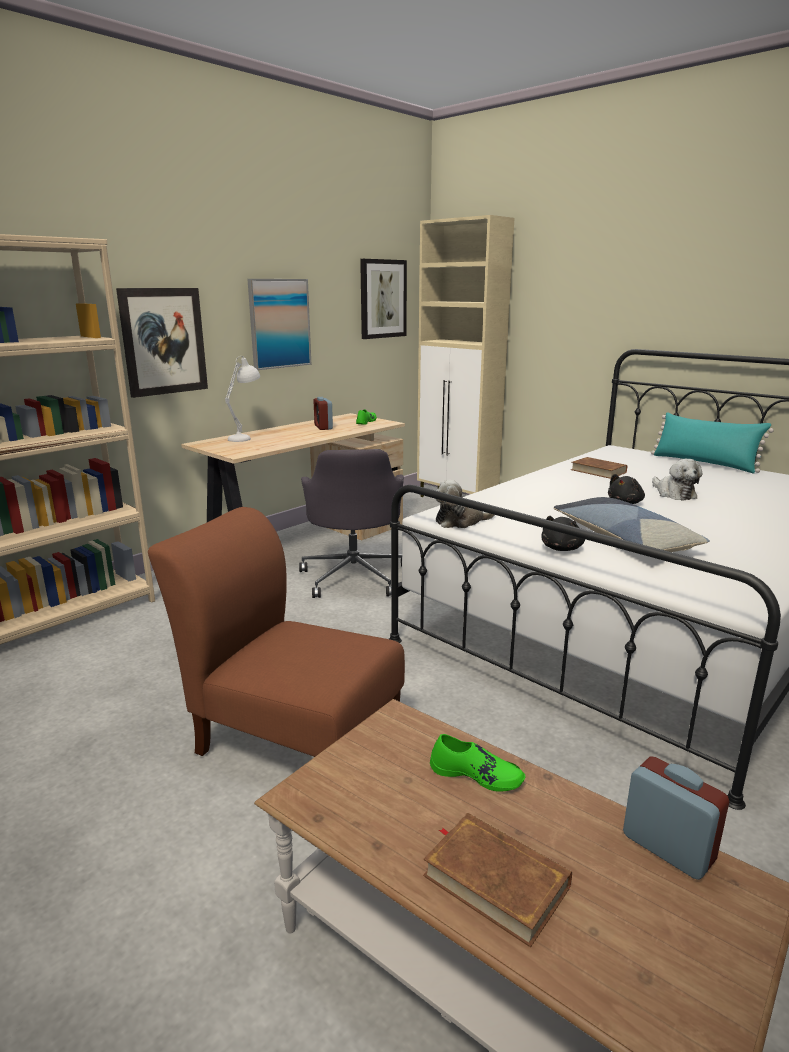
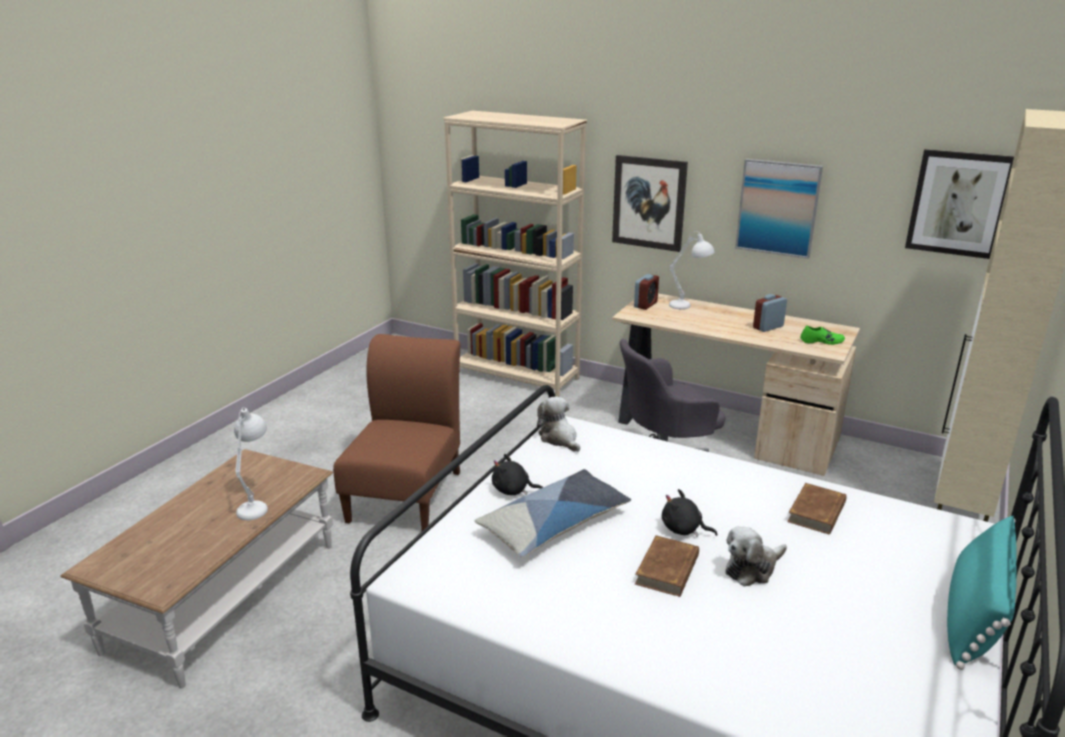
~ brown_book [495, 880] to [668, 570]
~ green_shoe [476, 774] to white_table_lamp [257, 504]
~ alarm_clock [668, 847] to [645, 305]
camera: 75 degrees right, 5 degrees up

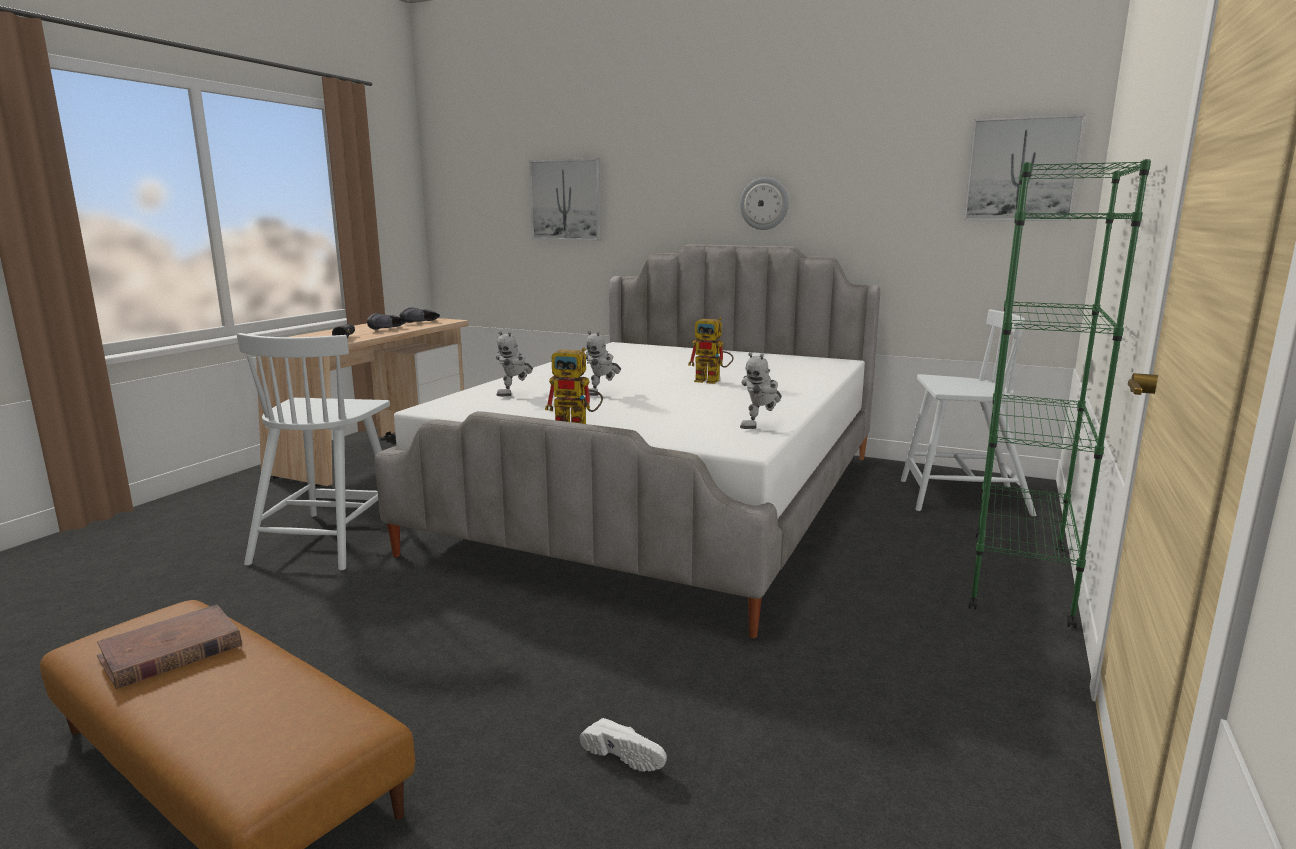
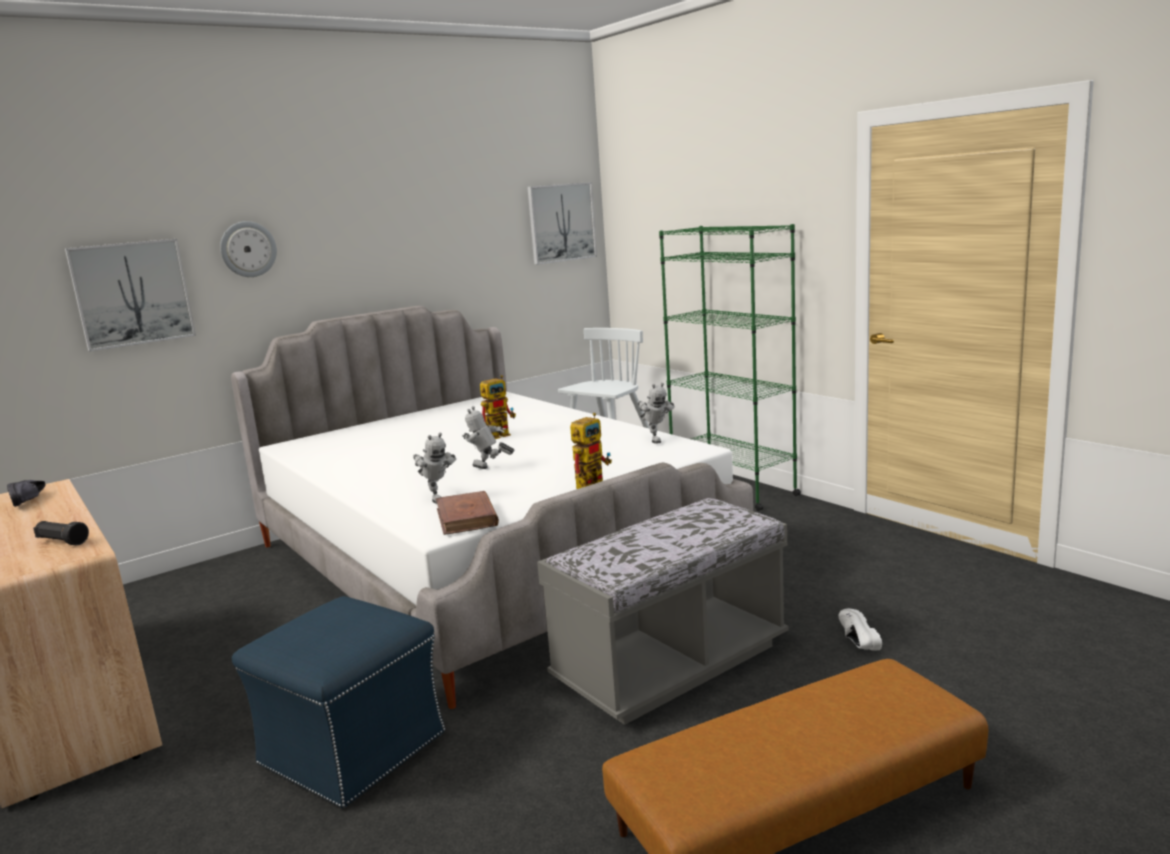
~ brown_book [170, 652] to [466, 517]
~ white_chair [329, 539] to blue_ottoman [351, 750]
- black_shoe [388, 329]
~ white_shoe [626, 754] = [854, 640] 75 degrees counterclockwise
~ toy_robot [602, 394] = [489, 469] 135 degrees clockwise
~ wall_clock [764, 203] to [248, 249]
+ grey_bench [671, 664]
camera: 60 degrees left, 0 degrees up

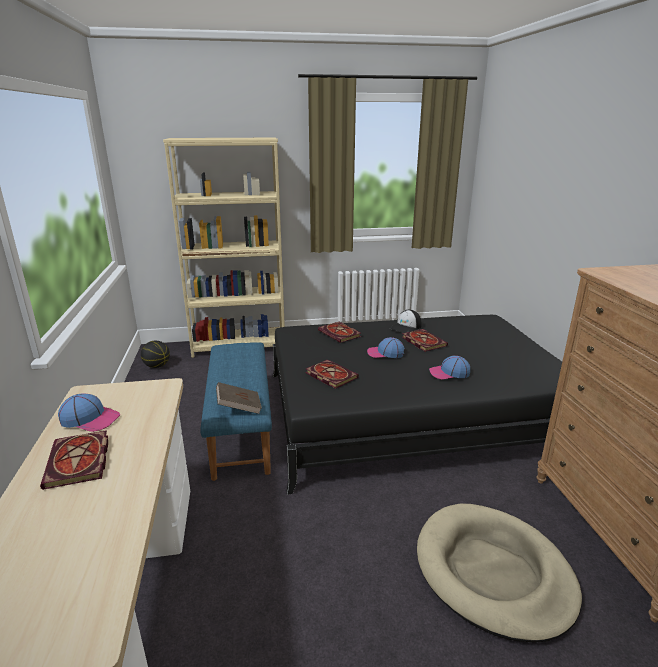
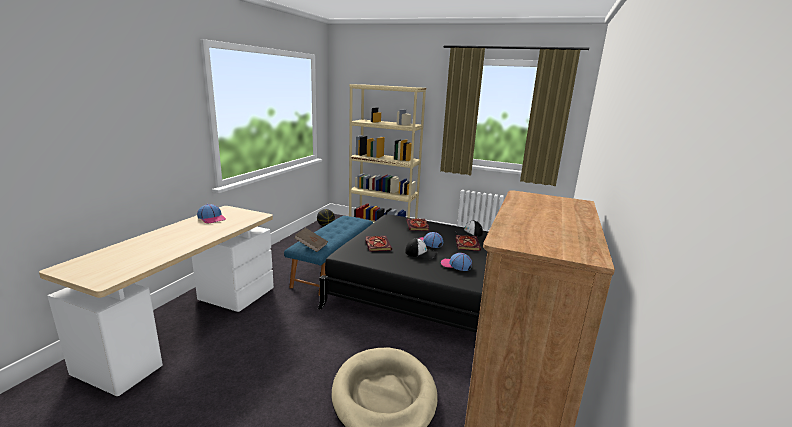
- book [79, 462]
+ cap [421, 253]
camera: 30 degrees right, 5 degrees down

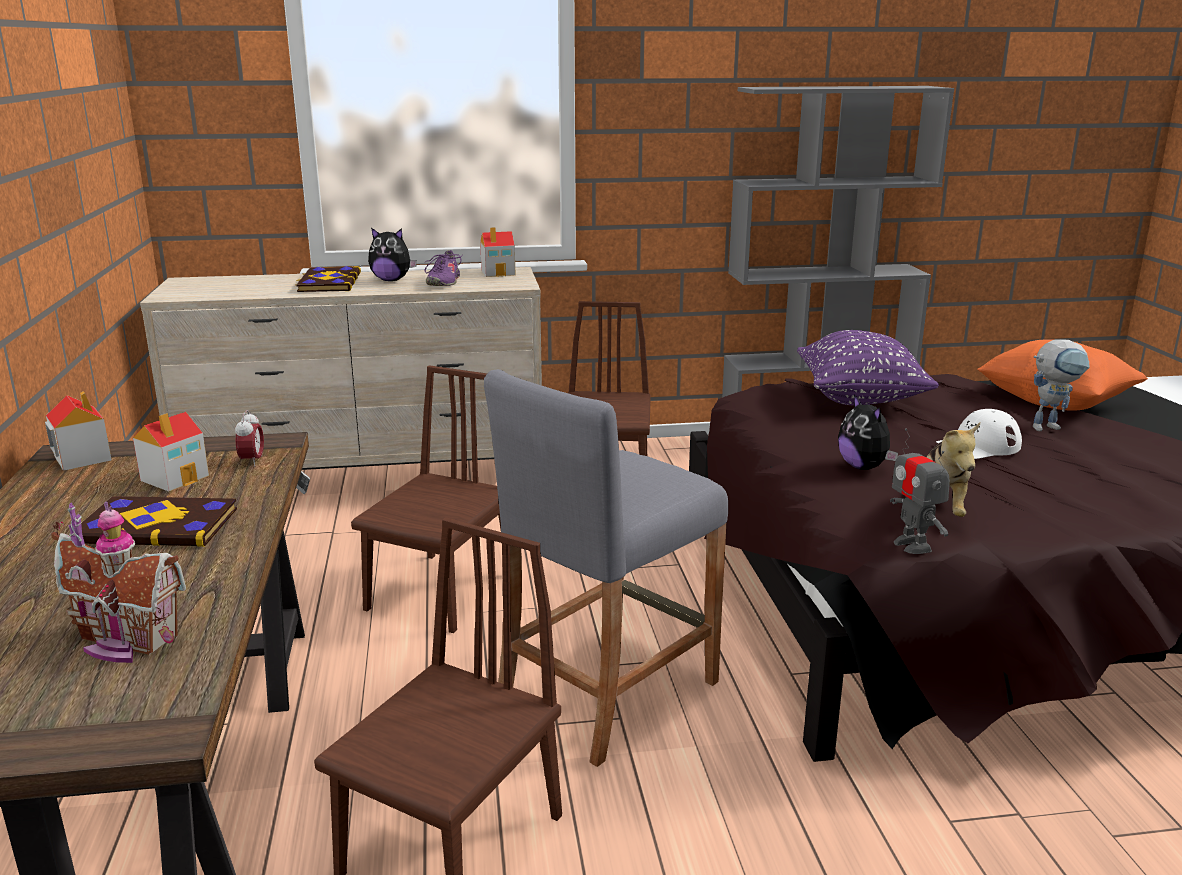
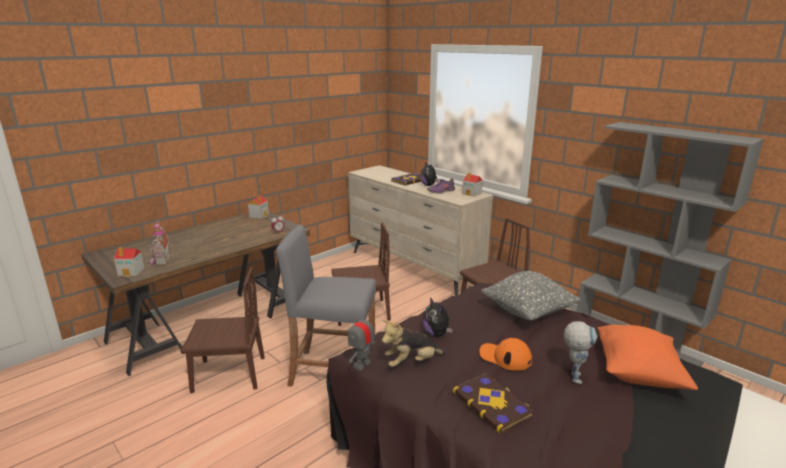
~ book [158, 525] to [492, 403]
~ toy_house [175, 477] to [131, 271]
~ purple_pillow [860, 399] to grey_pillow [528, 312]
~ plush_toy [864, 467] = [437, 334] 60 degrees counterclockwise
~ white_cap [978, 446] to orange_cap [505, 357]
~ toy_robot [1050, 426] = [574, 375] 120 degrees counterclockwise
camera: 55 degrees right, 0 degrees up

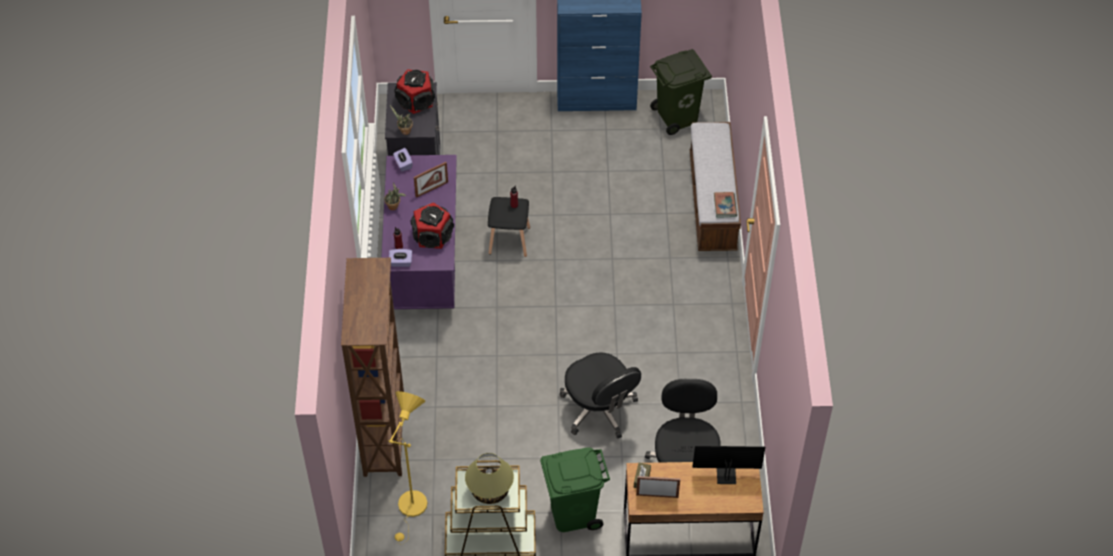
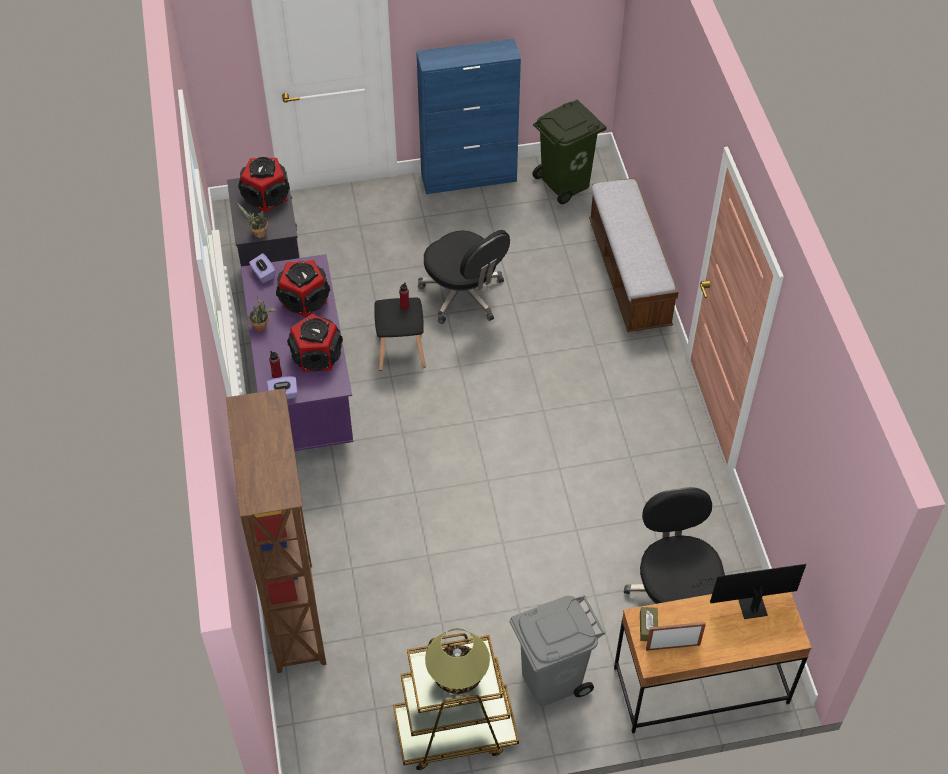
- yellow_floor_lamp [411, 509]
~ picture_frame [431, 189] to speaker [304, 299]
~ green_trash_can [573, 512] to grey_trash_can [551, 678]
~ black_office_chair [599, 409] to [464, 295]
- book [725, 206]
camera: 10 degrees left, 0 degrees up

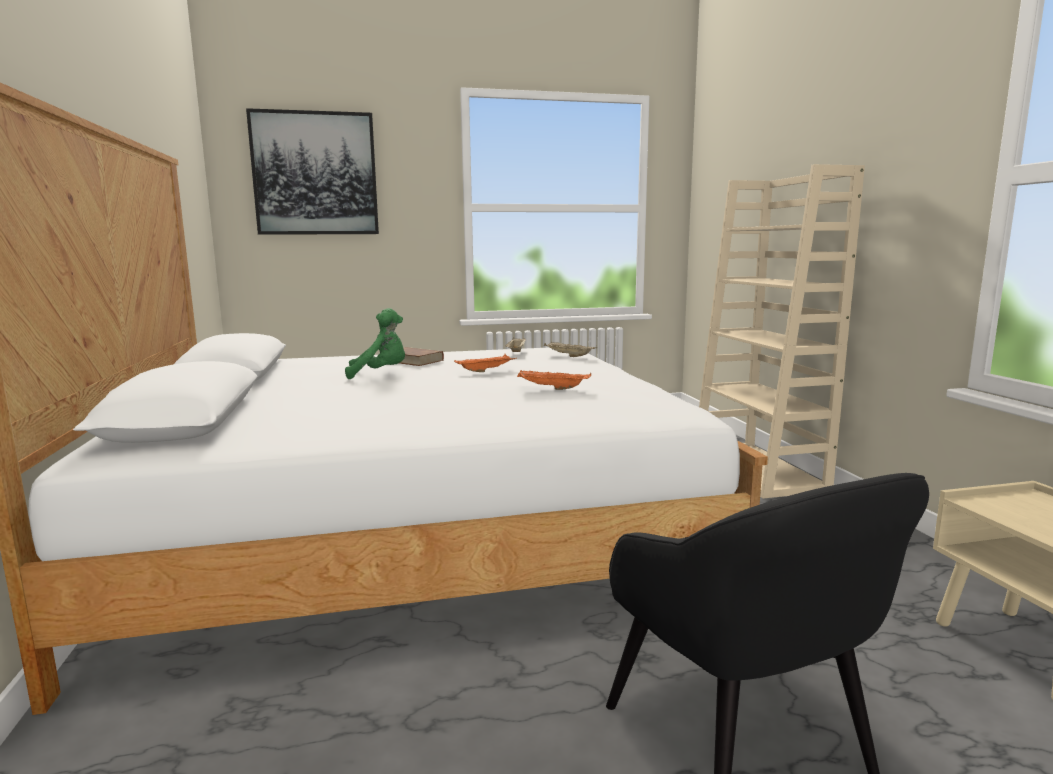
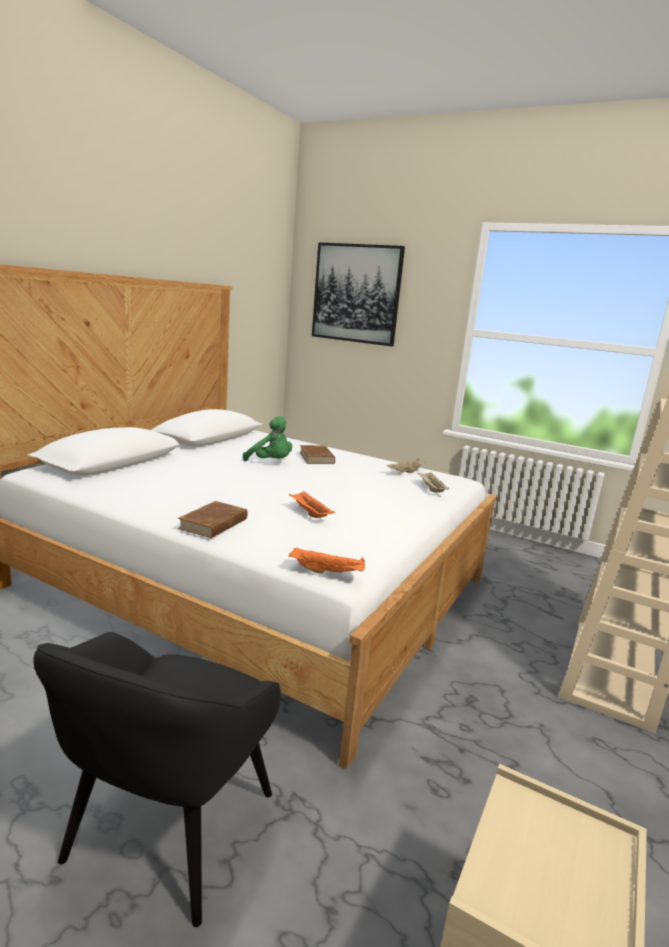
~ orange_tray [486, 371] to [327, 572]
+ brown_book [214, 524]
camera: 40 degrees right, 5 degrees up

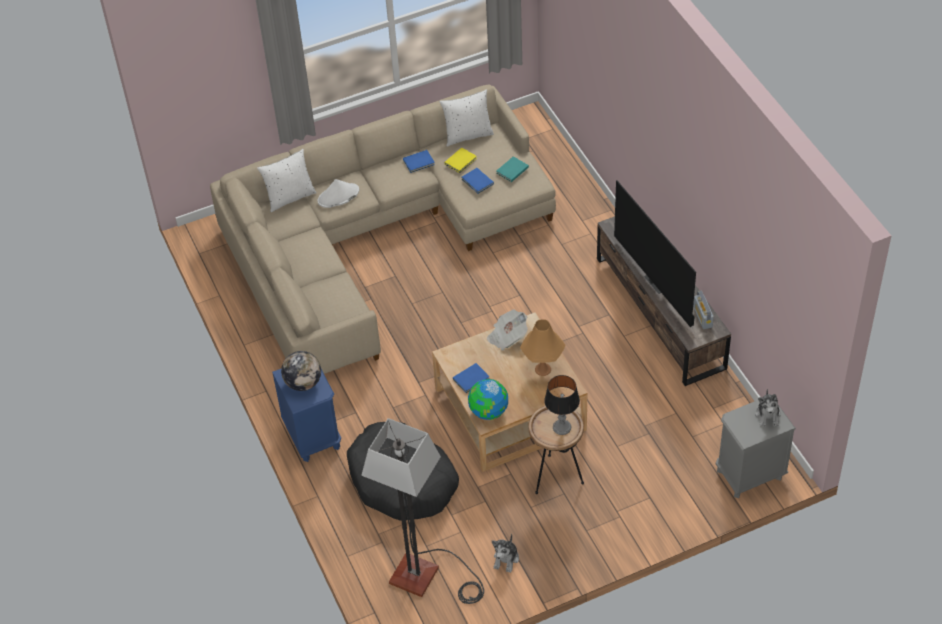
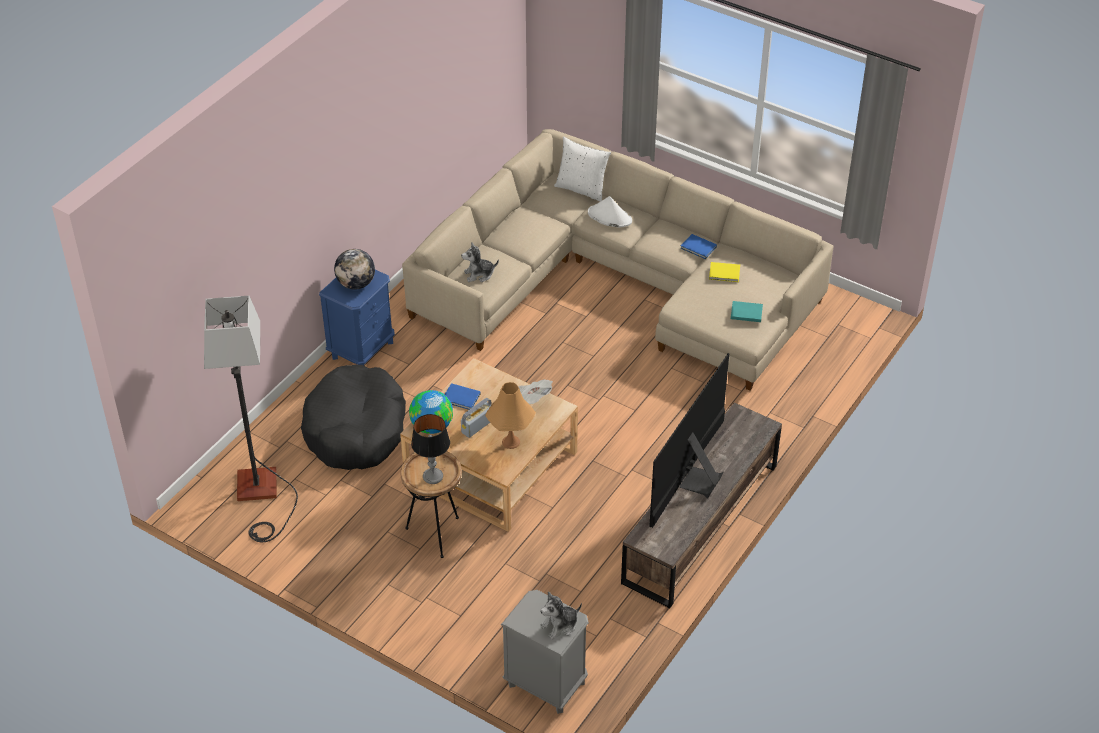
- white_pillow [467, 135]
- blue_book [477, 182]
~ plush_toy [506, 559] to [479, 274]
~ radio [702, 317] to [477, 426]
camera: 55 degrees right, 5 degrees down

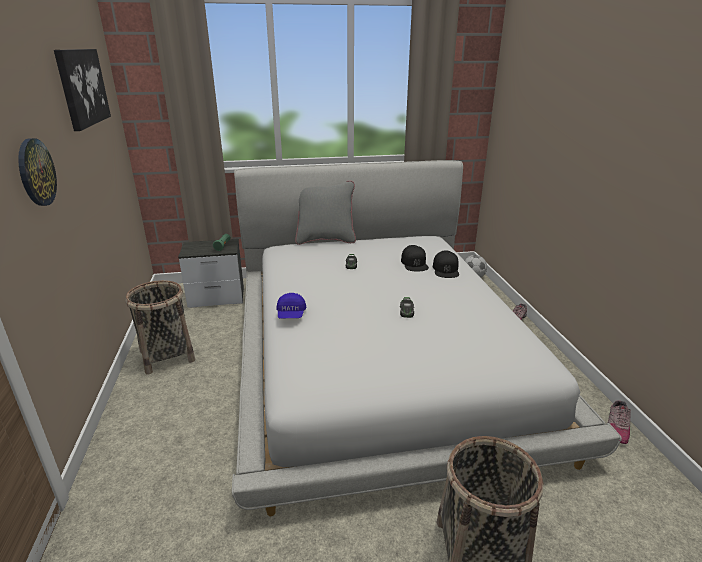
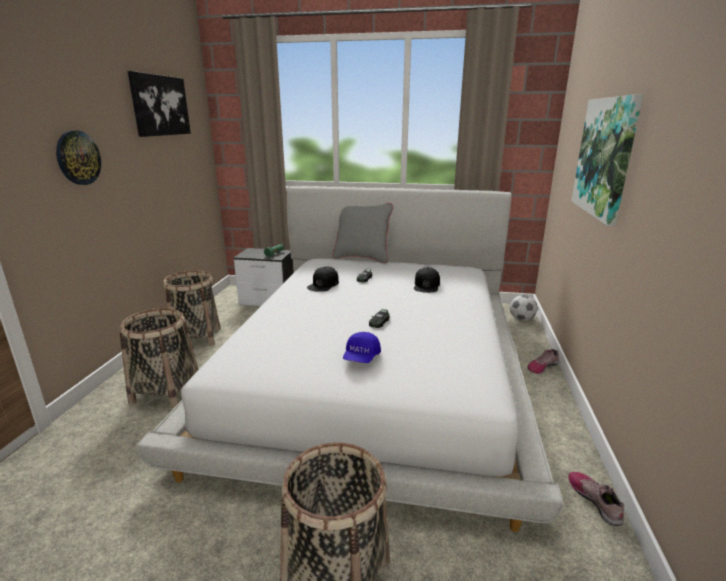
~ blue_cap [291, 314] to [361, 357]
~ black_cap [446, 269] to [323, 284]
~ shoe [616, 427] = [595, 500] 120 degrees clockwise
+ basket [166, 391]
+ picture [605, 157]
camera: 20 degrees right, 5 degrees down

